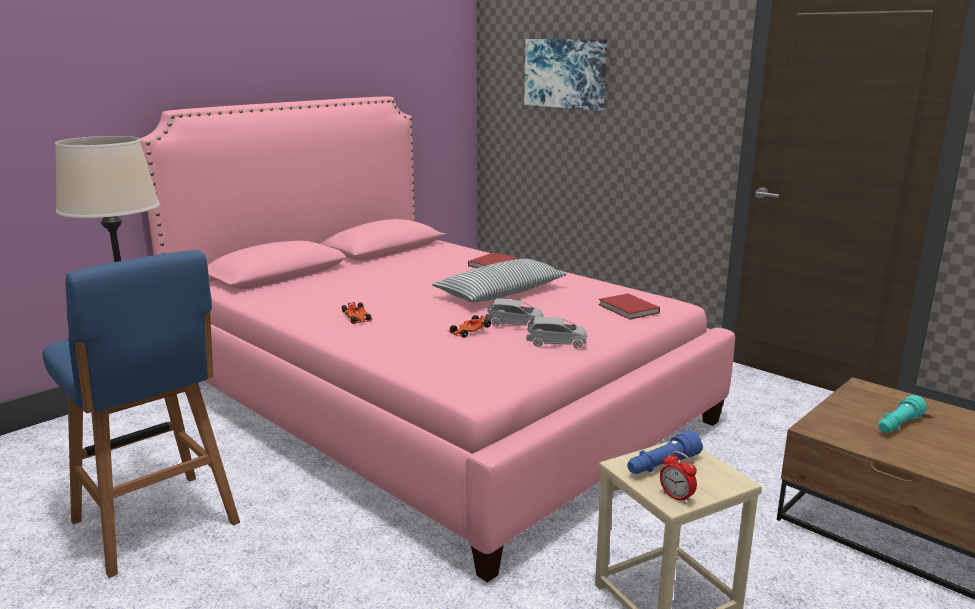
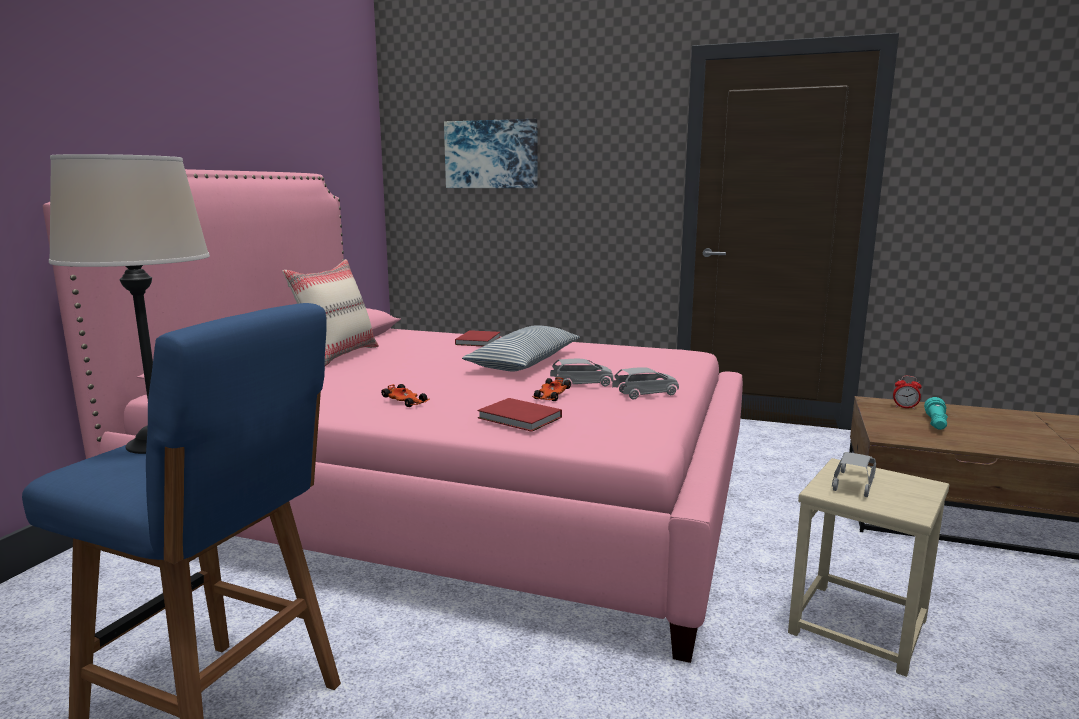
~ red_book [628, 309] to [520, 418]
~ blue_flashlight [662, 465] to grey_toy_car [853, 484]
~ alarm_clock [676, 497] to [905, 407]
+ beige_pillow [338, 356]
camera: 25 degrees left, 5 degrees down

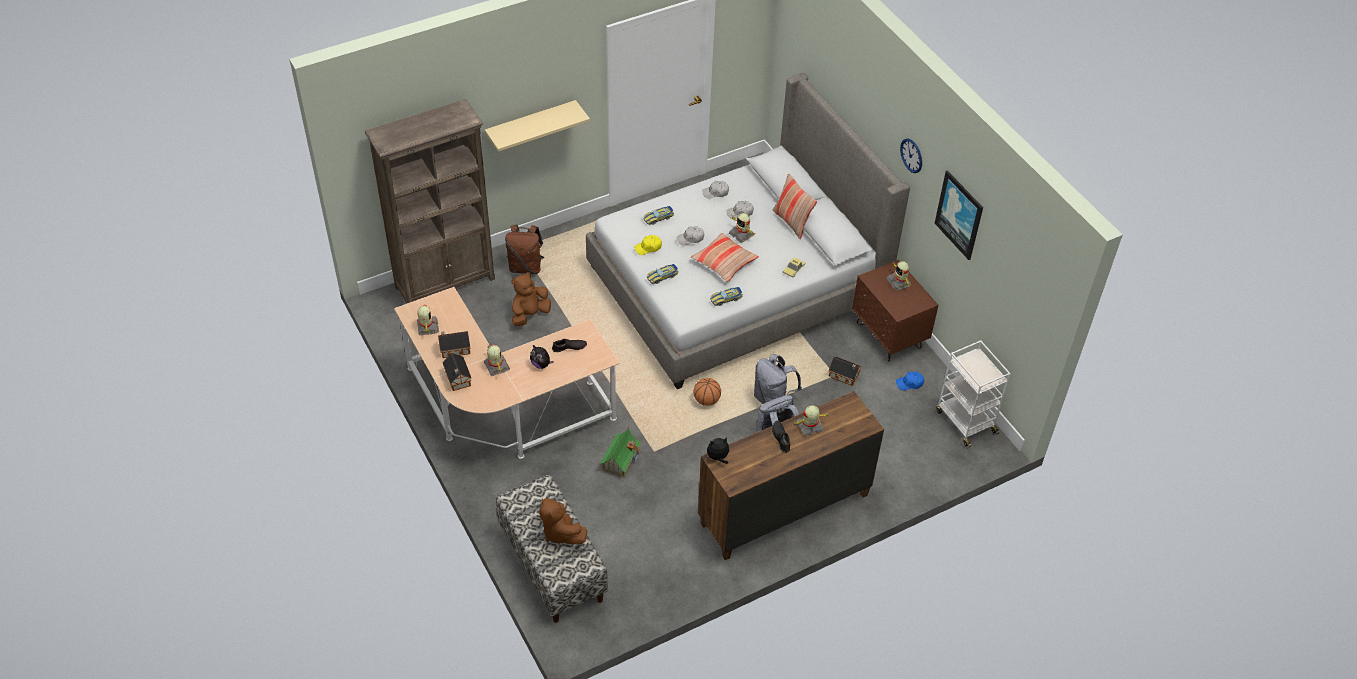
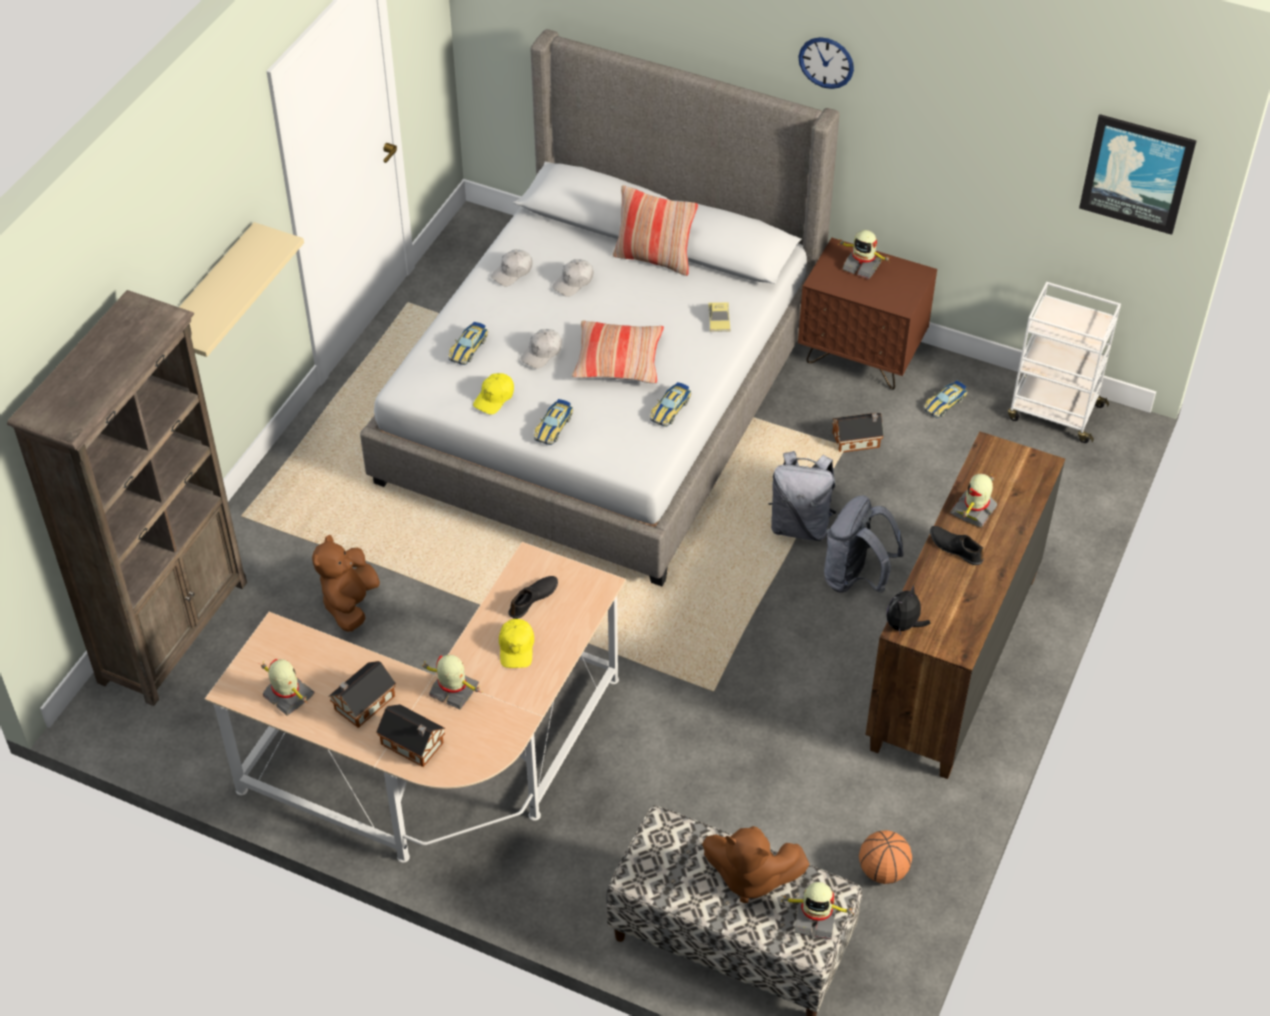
- brown_backpack [525, 267]
~ plush_toy [541, 364] to yellow_cap [516, 648]
- toy_house [620, 460]
~ basketball [706, 400] to [883, 871]
~ toy_robot [742, 234] to [815, 918]
~ blue_cap [909, 383] to toy_car [945, 403]
~ picture [959, 214] to [1137, 173]
camera: 35 degrees left, 0 degrees up

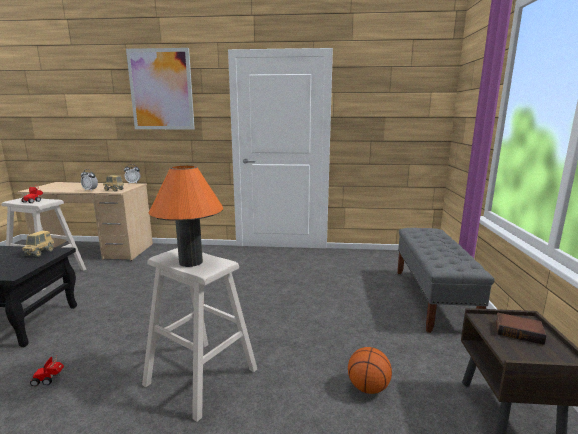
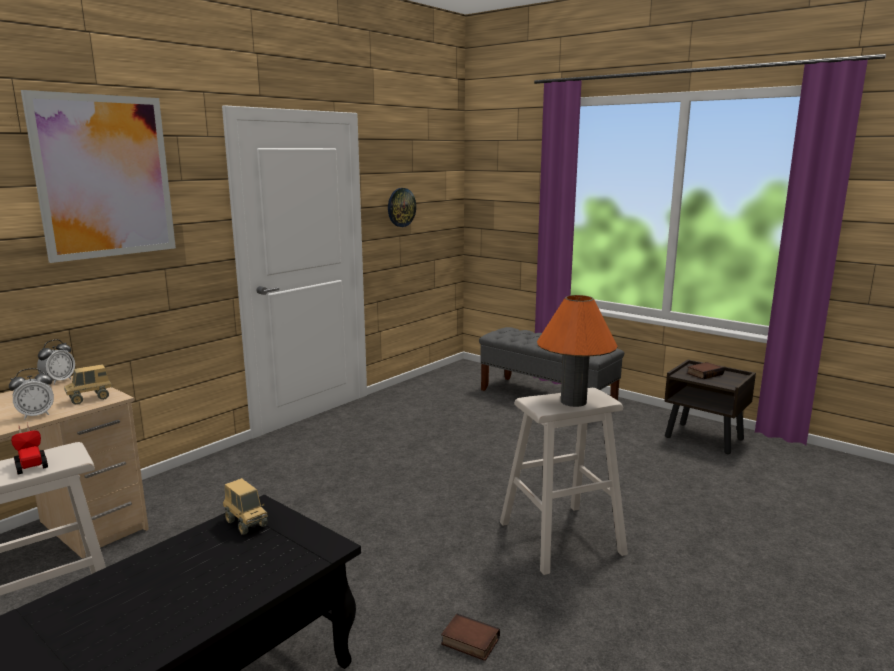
~ toy_car [49, 379] to book [469, 642]
- basketball [368, 388]
+ wall_clock [401, 207]
camera: 55 degrees left, 0 degrees up

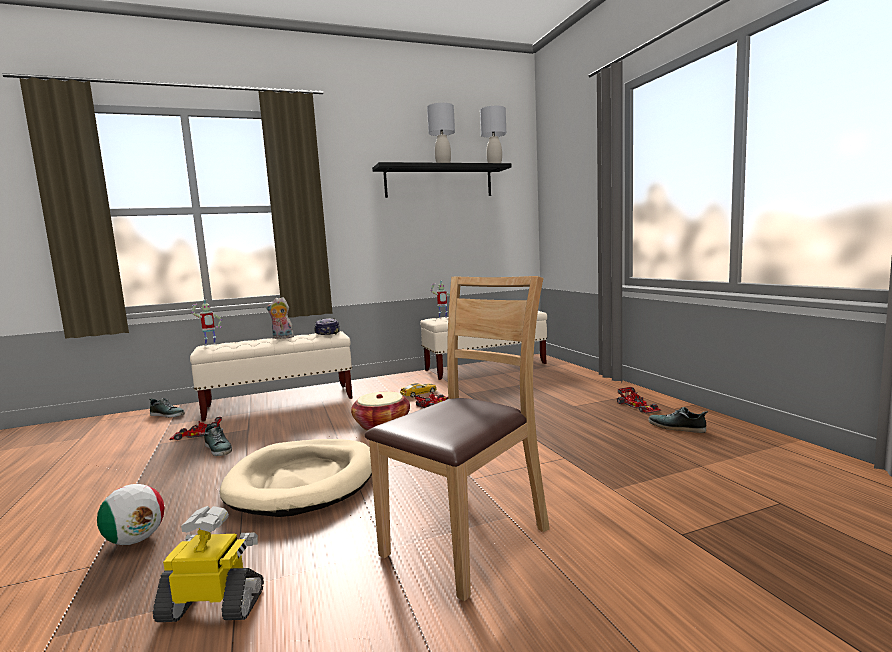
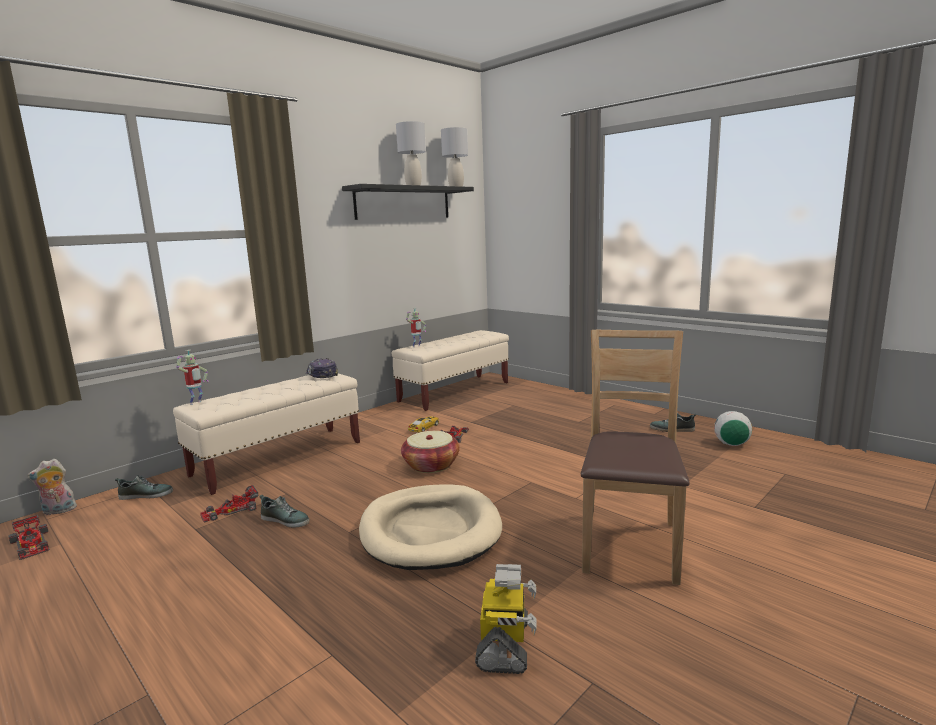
~ football [136, 540] to [731, 444]
~ toy_robot [214, 605] = [505, 645] 120 degrees clockwise
~ plush_toy [282, 338] to [58, 511]
~ toy_car [638, 406] to [31, 544]
camera: 25 degrees left, 5 degrees up

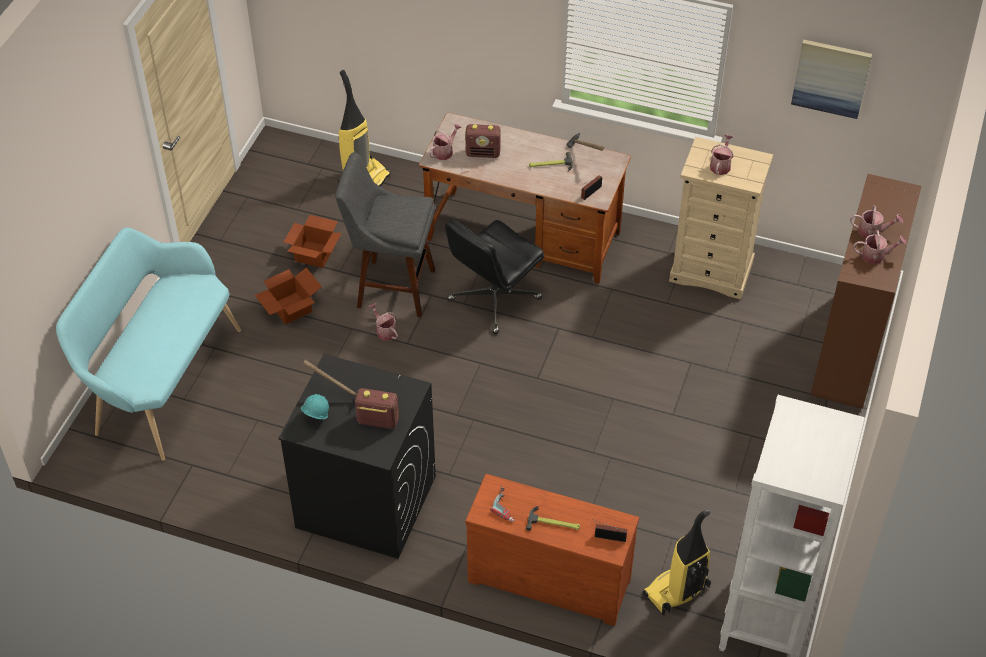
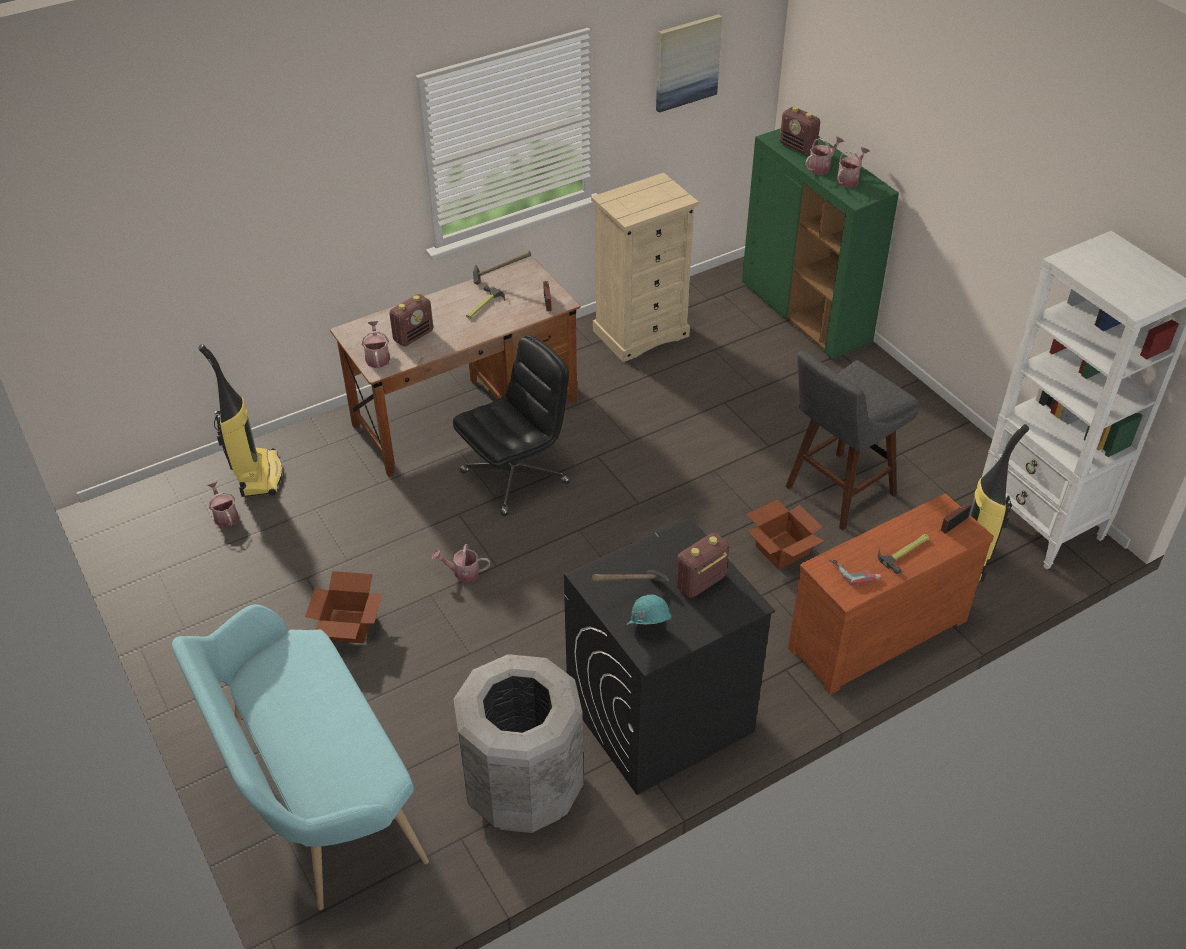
~ cardboard_box [315, 253] to [782, 549]
~ grey_stool [391, 287] to [836, 493]
~ black_office_chair [494, 300] = [516, 476] 120 degrees counterclockwise
~ watering_can [721, 165] to [225, 515]
~ brown_cabinet [850, 350] to green_cabinet [806, 313]
+ grey_trash_can [523, 789]
+ radio [798, 147]
camera: 50 degrees left, 5 degrees down

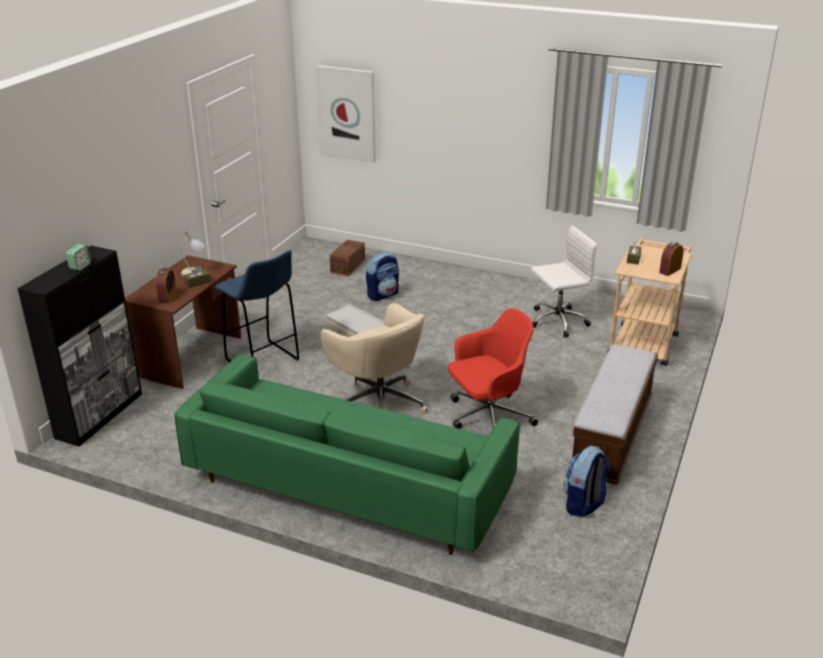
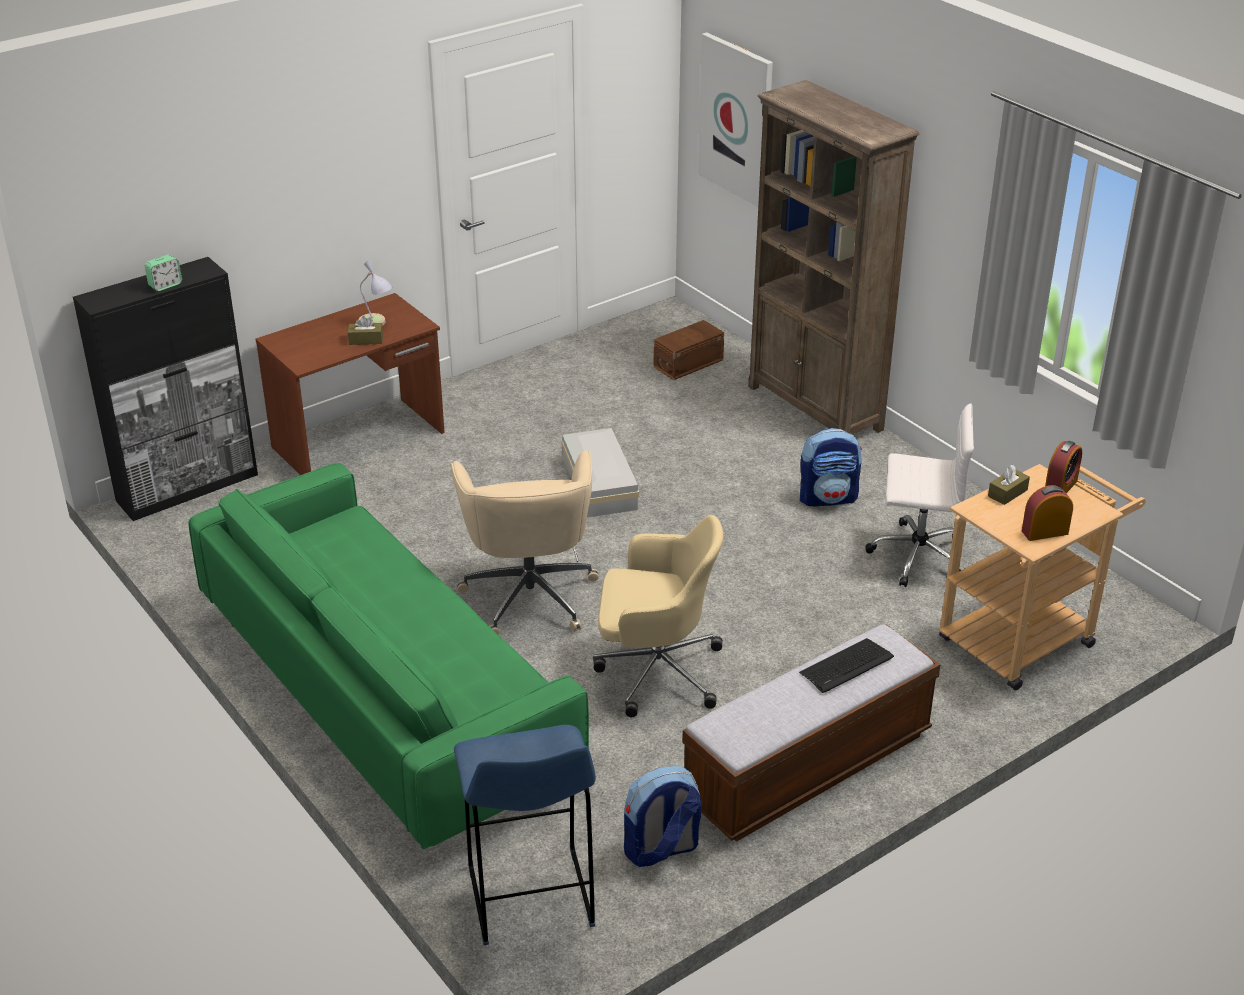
~ alarm_clock [167, 297] to [1060, 487]
~ blue_stool [263, 361] to [531, 900]
~ backpack [383, 294] to [828, 498]
~ red_office_chair [488, 418] to beige_office_chair [656, 671]
+ brown_bookcase [815, 408]
+ keyboard [846, 666]
camera: 30 degrees right, 5 degrees up

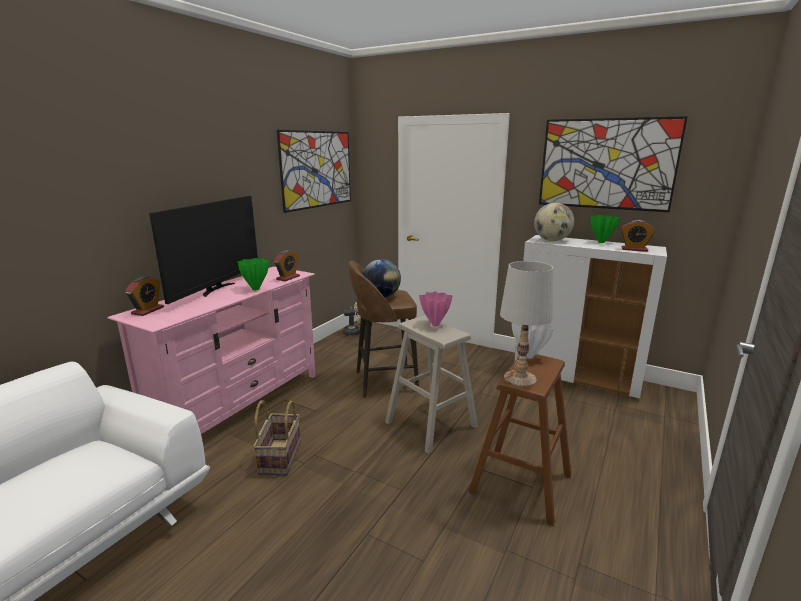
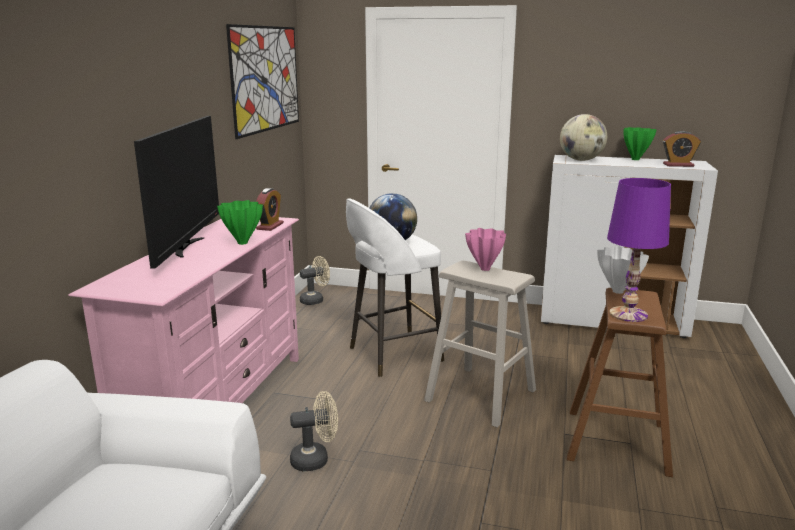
- alarm_clock [148, 310]
~ basket [279, 456] to beige_fan [316, 459]
~ brown_stool [384, 381] to white_stool [392, 355]
~ white_table_lamp [520, 379] to purple_table_lamp [628, 314]
- picture [606, 164]
camera: 15 degrees left, 0 degrees up

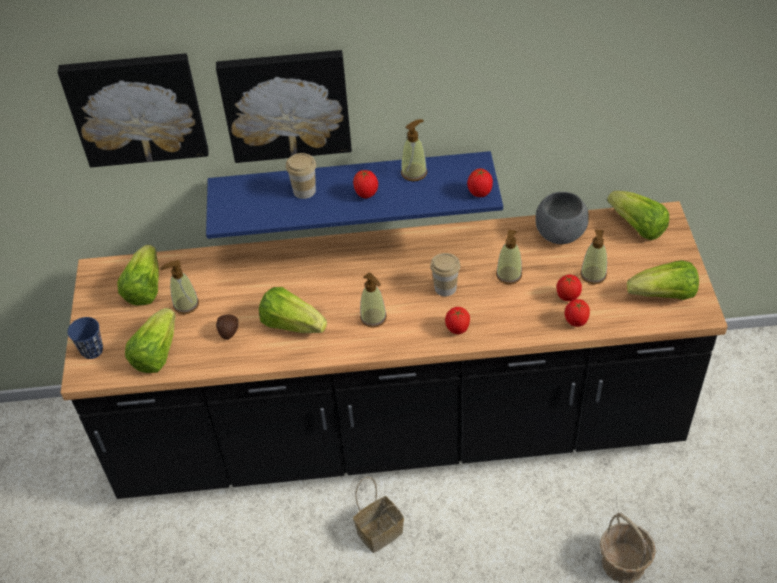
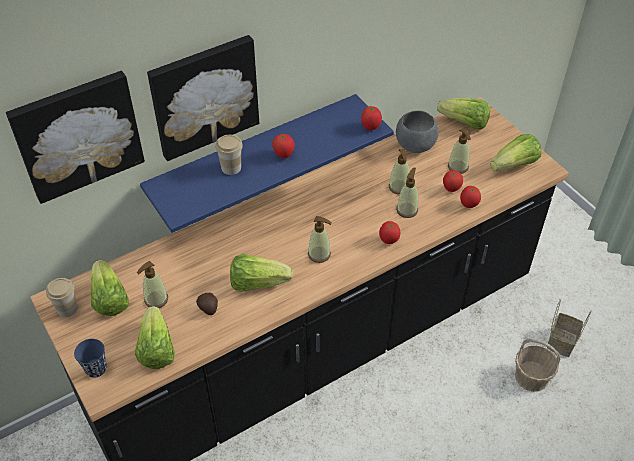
~ basket [380, 531] to [561, 340]
~ soap_dispenser [414, 172] to [407, 210]
~ cup [445, 288] to [67, 308]
camera: 30 degrees left, 0 degrees up

